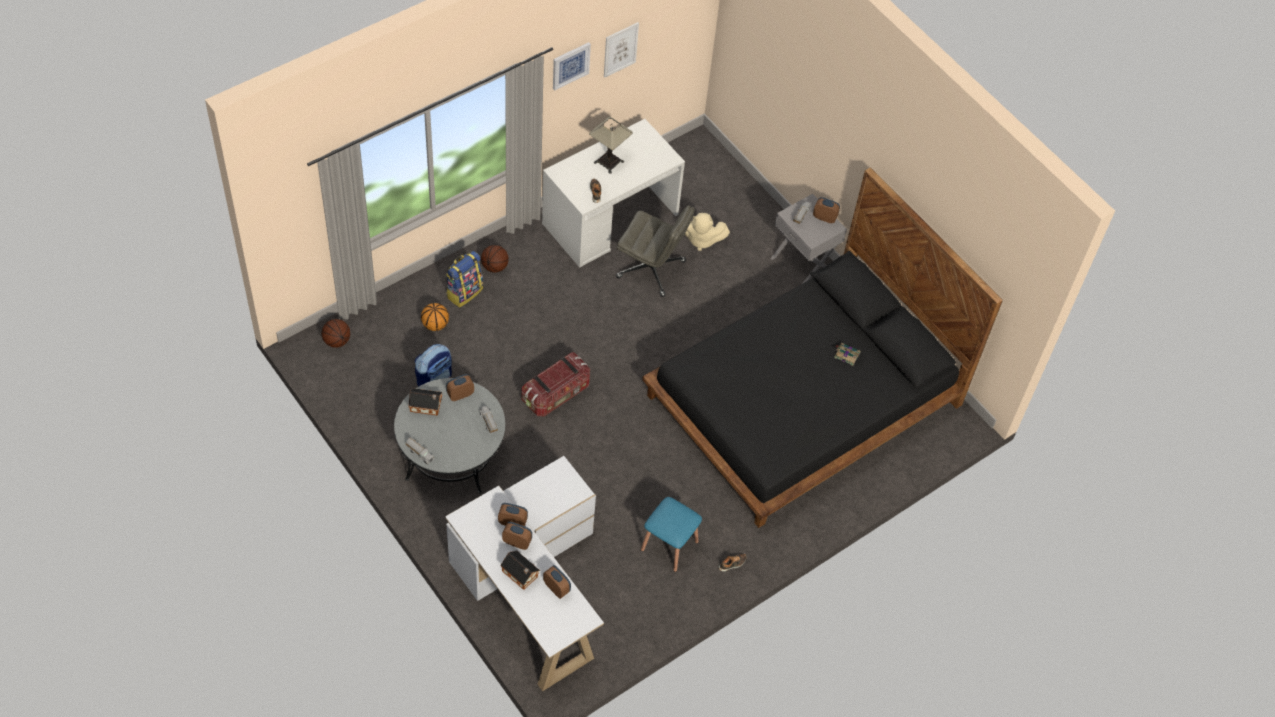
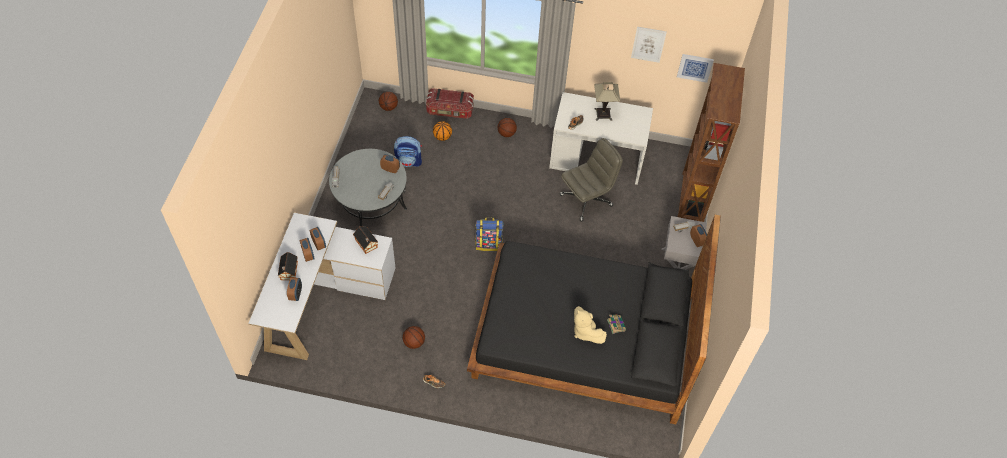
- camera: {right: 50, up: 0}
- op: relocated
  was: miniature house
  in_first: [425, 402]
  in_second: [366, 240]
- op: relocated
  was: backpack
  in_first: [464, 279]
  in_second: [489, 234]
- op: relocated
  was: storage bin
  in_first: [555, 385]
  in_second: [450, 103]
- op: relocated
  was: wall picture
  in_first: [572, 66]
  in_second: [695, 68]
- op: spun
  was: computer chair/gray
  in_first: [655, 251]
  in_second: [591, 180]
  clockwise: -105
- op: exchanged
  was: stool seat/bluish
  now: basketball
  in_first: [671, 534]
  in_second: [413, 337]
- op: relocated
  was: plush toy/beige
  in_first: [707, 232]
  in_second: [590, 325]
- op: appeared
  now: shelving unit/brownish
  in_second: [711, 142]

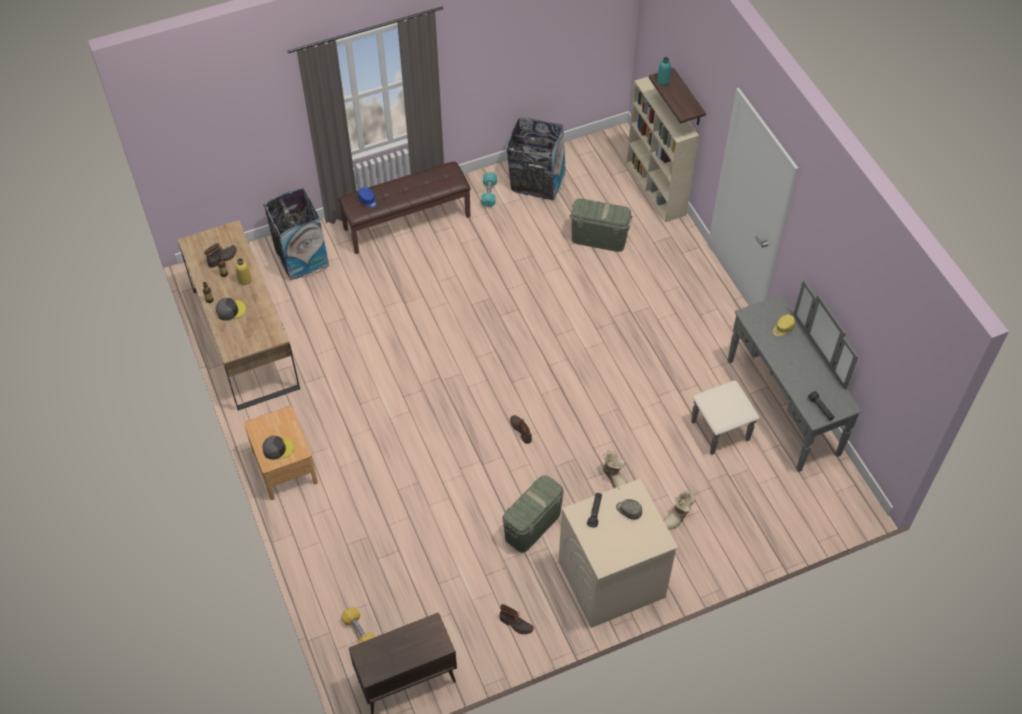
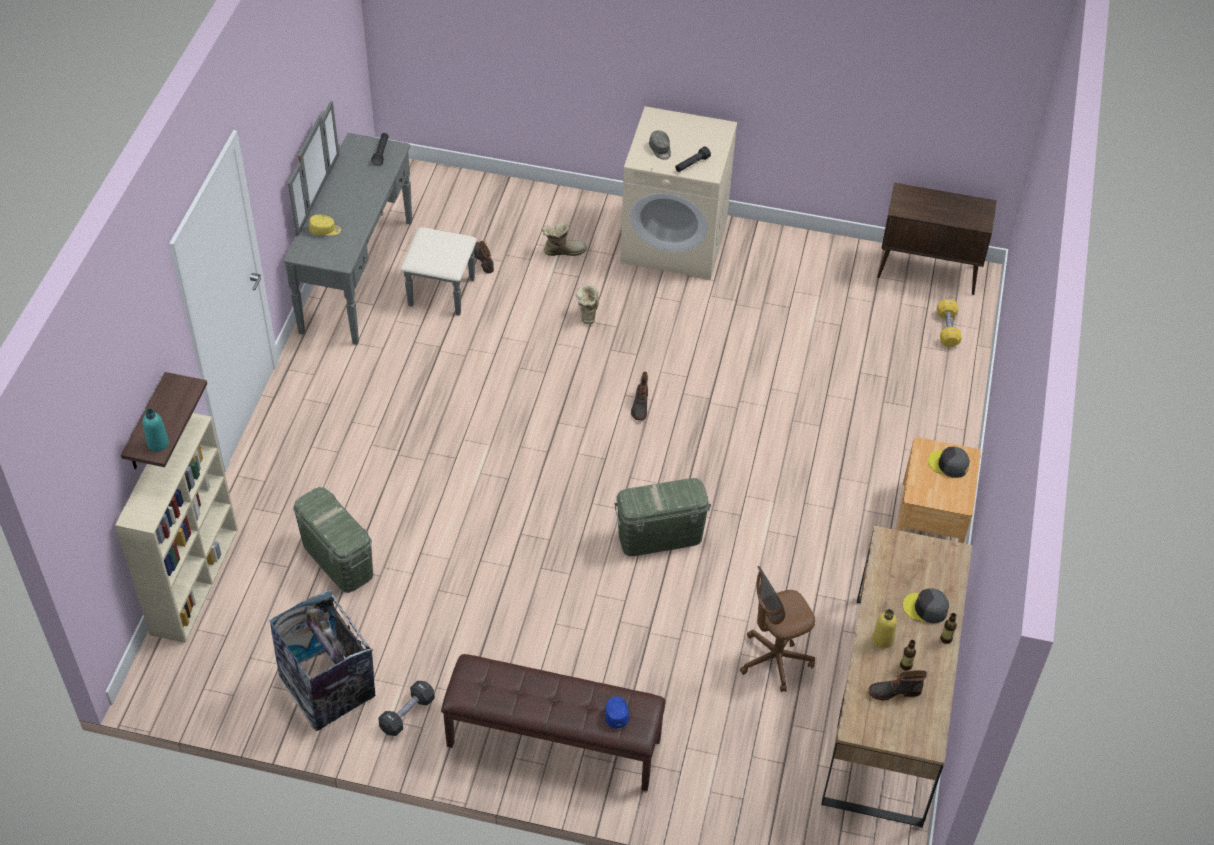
- camera: {right: -145, up: -5}
- op: missing
  was: waste bin
  in_first: [297, 234]
- op: colour
  was: free weight/turquoise
  now: free weight/black
  in_first: [489, 189]
  in_second: [406, 708]
- op: relocated
  was: boot
  in_first: [516, 619]
  in_second: [484, 257]
- op: relocated
  was: storage bin/greenish
  in_first: [533, 514]
  in_second: [662, 517]
- op: appeared
  now: computer chair/brownish
  in_second: [777, 629]

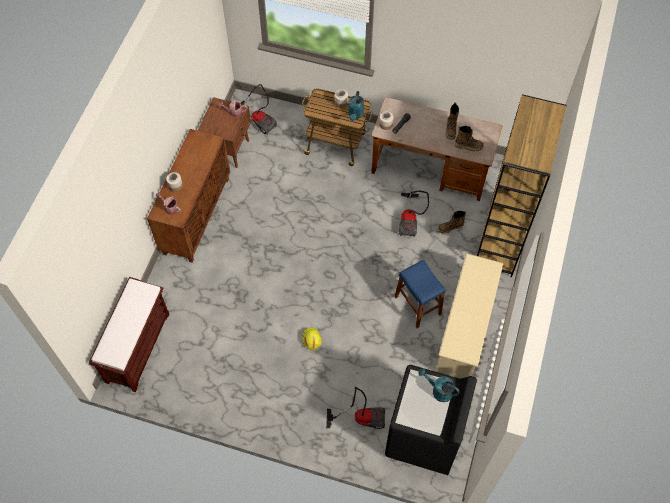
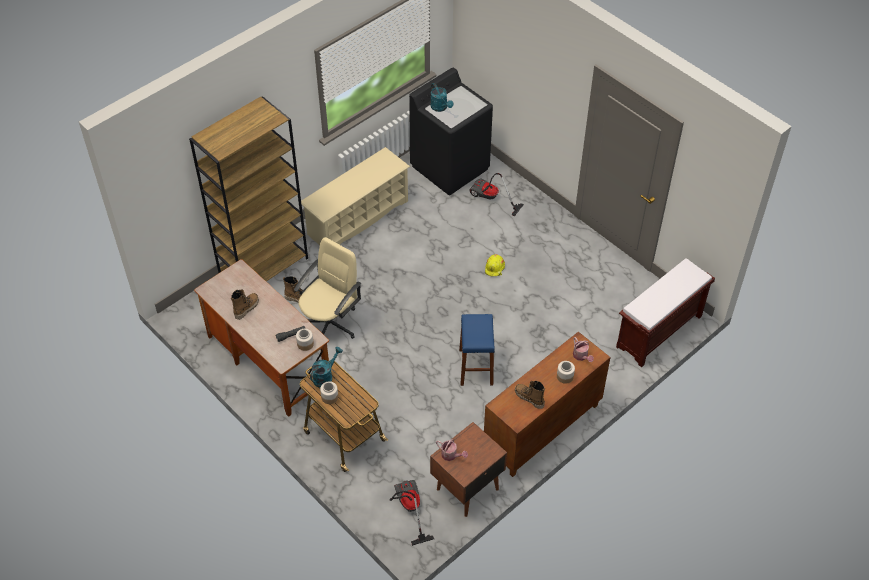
- camera: {right: -150, up: -10}
- op: relocated
  was: stool seat/bluish
  in_first: [420, 293]
  in_second: [477, 350]
- op: exchanged
  was: hoover
  now: computer chair/beige
  in_first: [414, 214]
  in_second: [327, 288]
- op: relocated
  was: boot
  in_first: [469, 139]
  in_second: [530, 395]

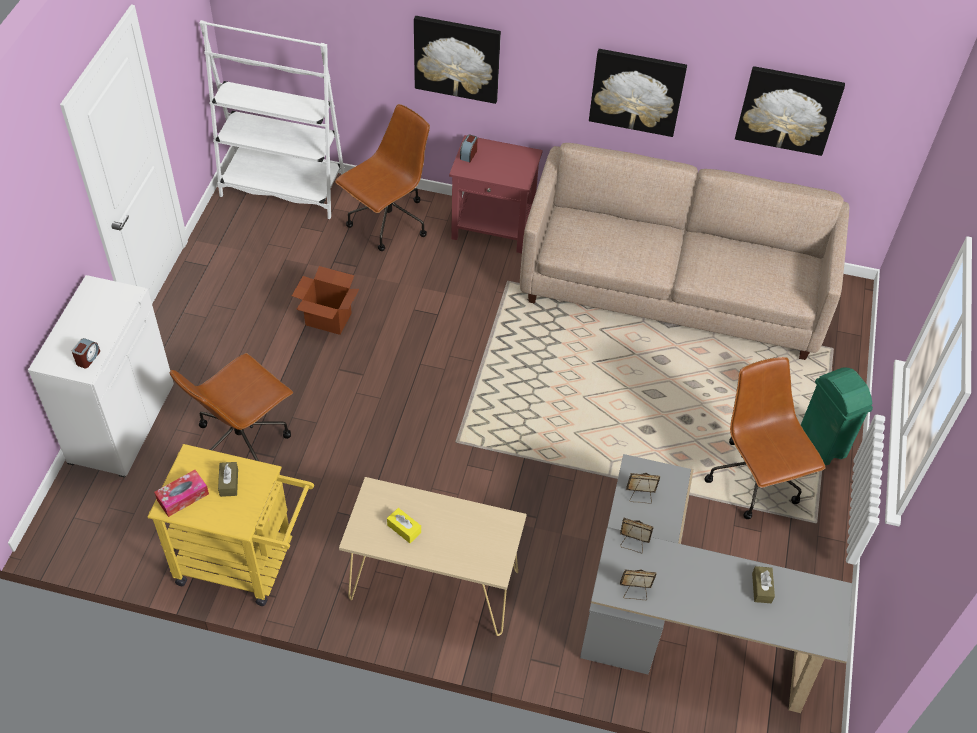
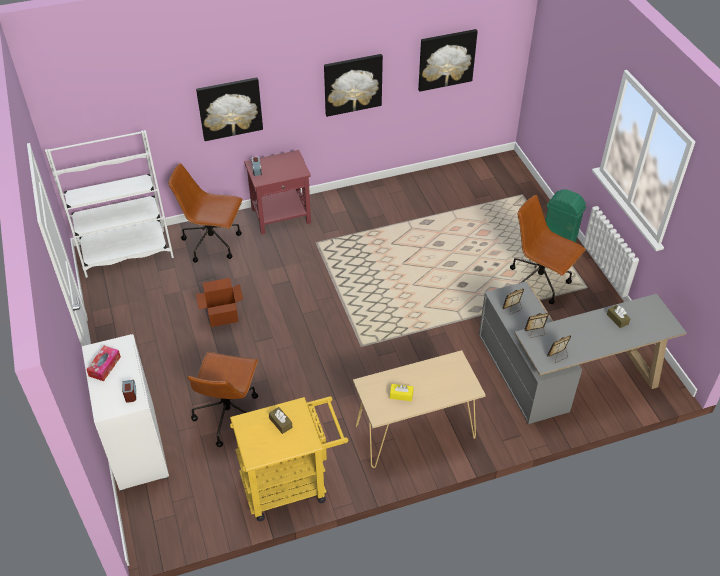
- camera: {right: -30, up: -5}
- op: relocated
  was: tissue box
  in_first: [181, 493]
  in_second: [103, 363]
- op: spun
  was: computer chair/brownish
  in_first: [382, 177]
  in_second: [205, 213]
  clockwise: -90
- op: missing
  was: sofa/beige
  in_first: [684, 251]

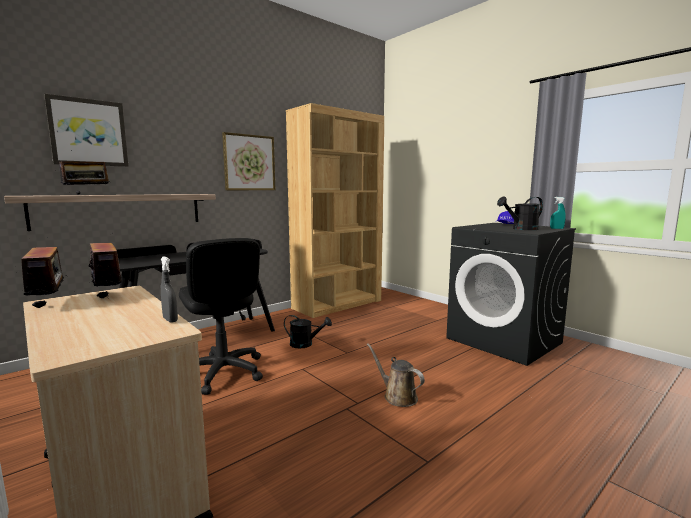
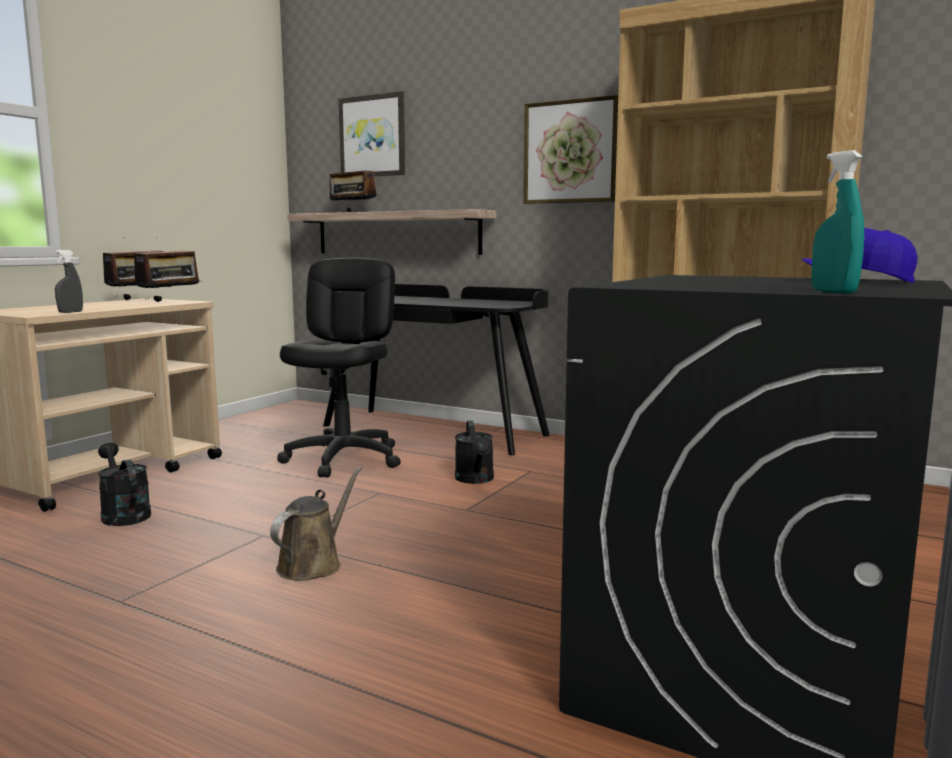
- camera: {right: 70, up: 0}
- op: spun
  was: computer chair/black
  in_first: [221, 316]
  in_second: [339, 368]
  clockwise: 150
- op: relocated
  was: watering pot/black
  in_first: [520, 213]
  in_second: [124, 484]

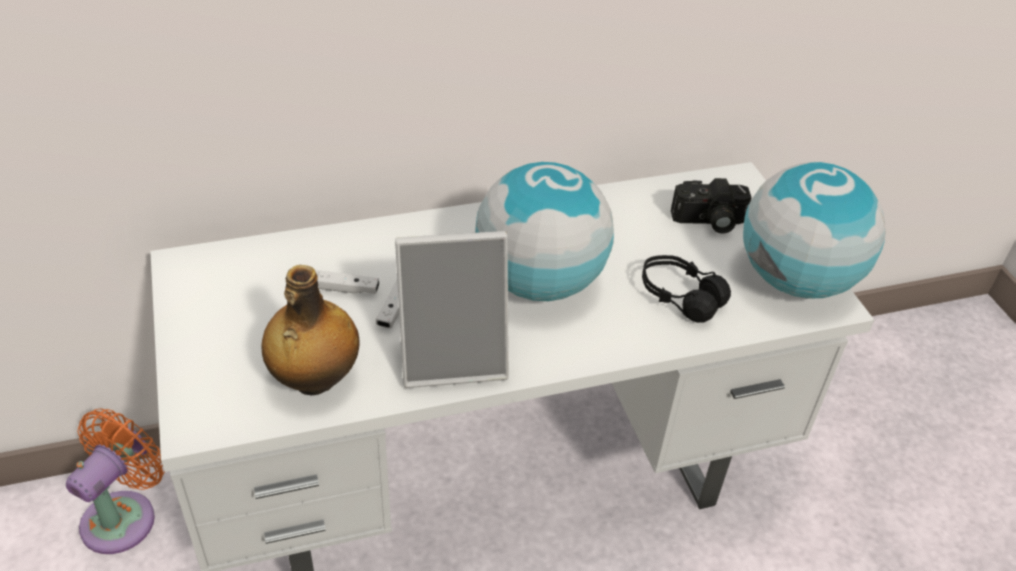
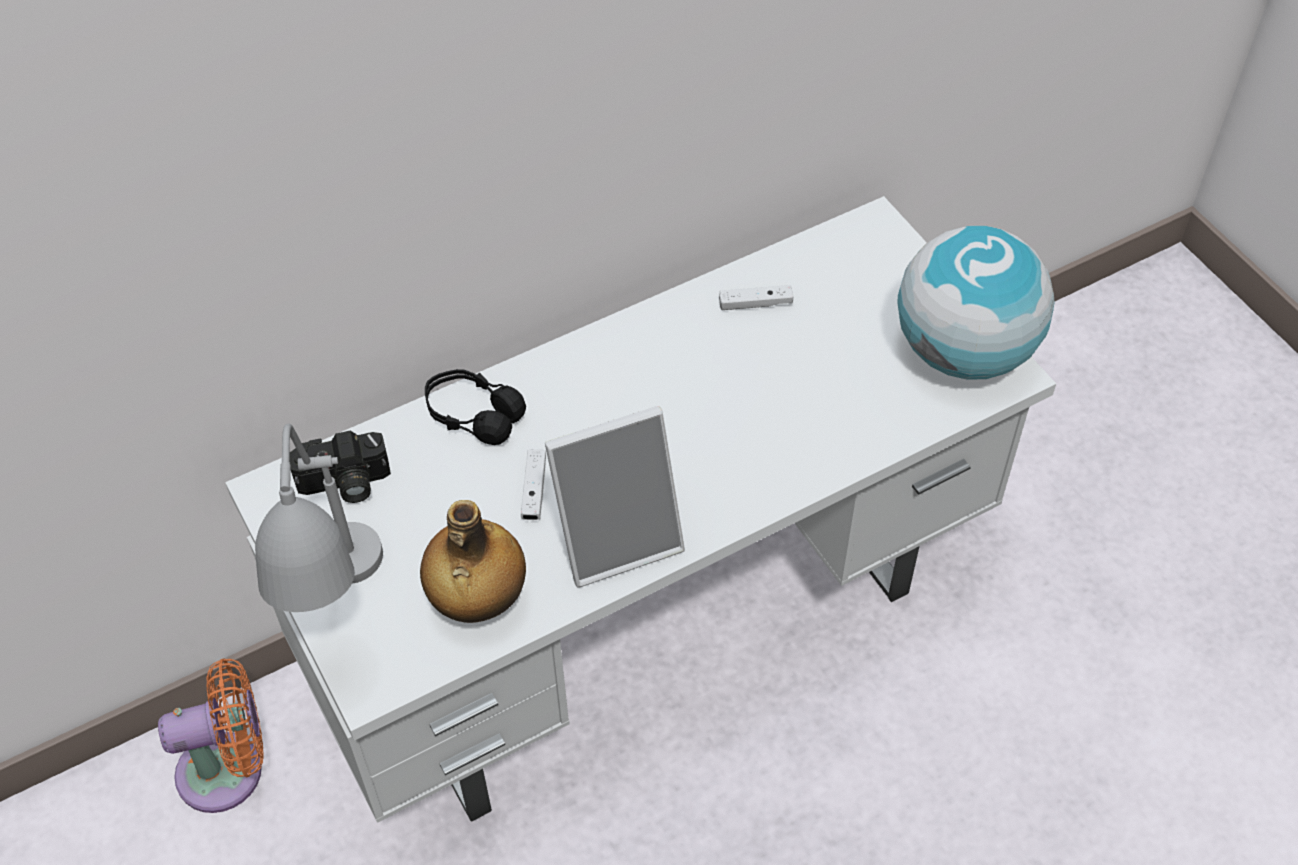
- camera: {right: -10, up: 10}
- op: spun
  was: cooling fan/orangey
  in_first: [115, 481]
  in_second: [211, 735]
  clockwise: 60
- op: relocated
  was: game controller/white-coloured
  in_first: [347, 282]
  in_second: [756, 297]
- op: missing
  was: world globe
  in_first: [544, 231]
- op: relocated
  was: pair of headphones/black
  in_first: [686, 289]
  in_second: [475, 407]
- op: relocated
  was: still camera
  in_first: [711, 206]
  in_second: [340, 467]
- op: appeared
  now: table lamp/gray
  in_second: [319, 518]

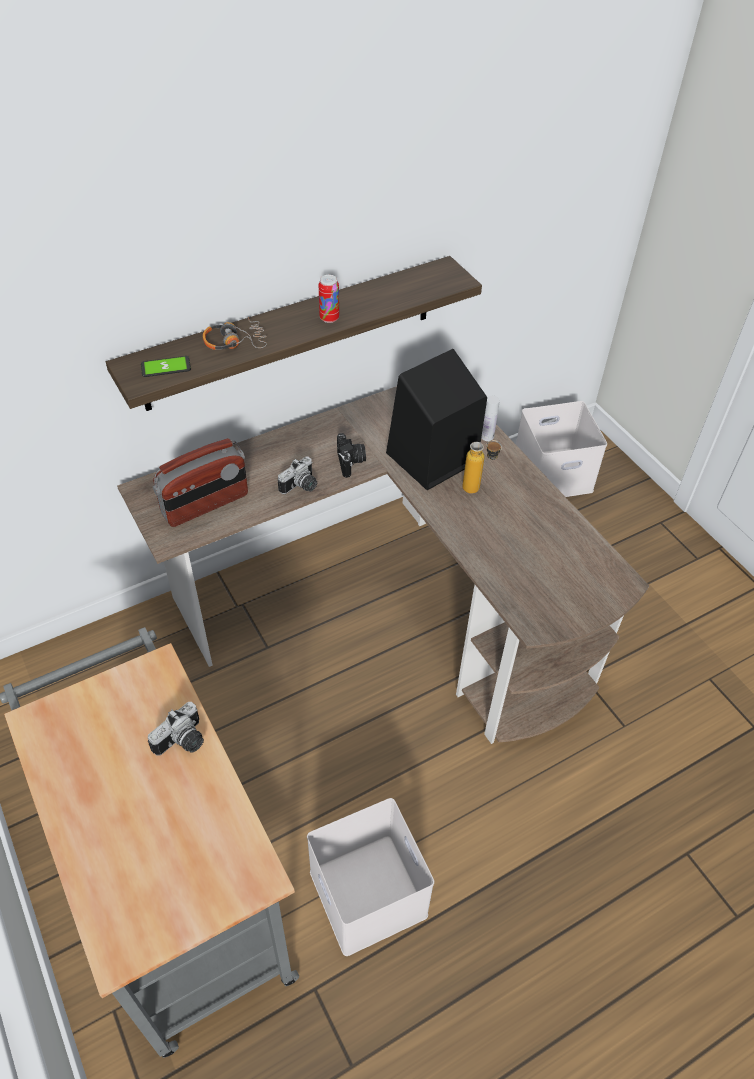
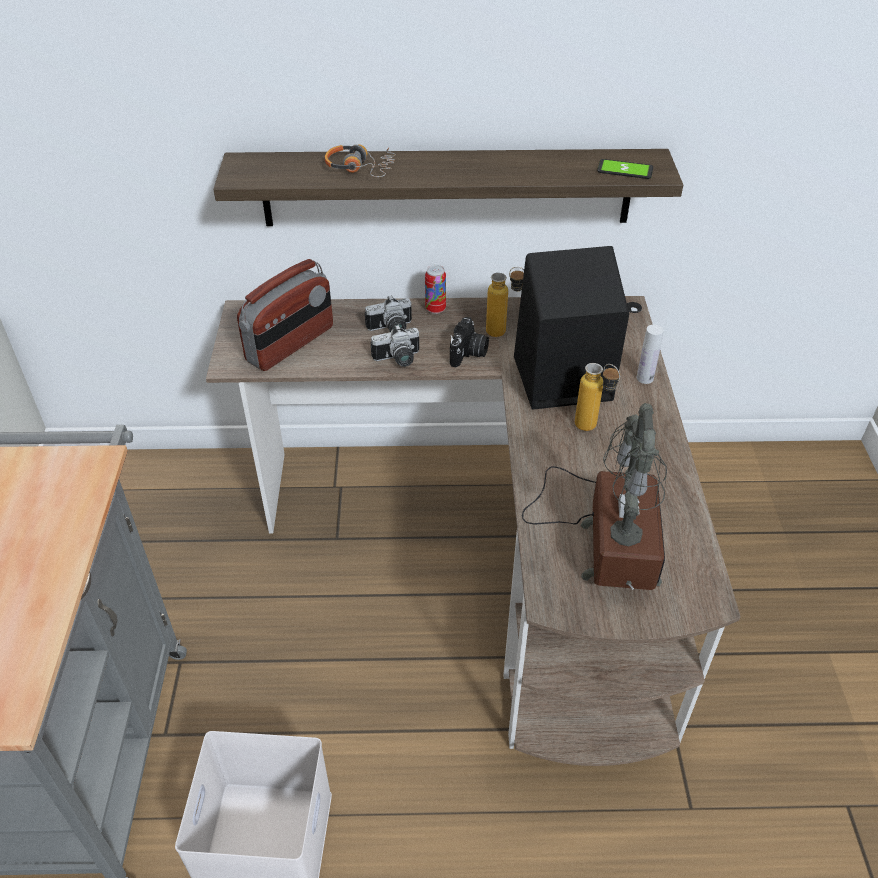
- camera: {right: 30, up: -5}
- op: relocated
  was: phone
  in_first: [166, 366]
  in_second: [625, 169]
- op: relocated
  was: still camera
  in_first: [176, 729]
  in_second: [388, 313]
- op: spun
  was: radio receiver
  in_first: [200, 482]
  in_second: [285, 315]
  clockwise: -45
- op: relocated
  was: sealed can
  in_first: [329, 299]
  in_second: [435, 289]
- op: missing
  was: storage bin/white-coloured
  in_first: [561, 449]
- op: appeared
  now: bottle
  in_second: [505, 302]
- op: appeared
  now: table lamp
  in_second: [594, 496]

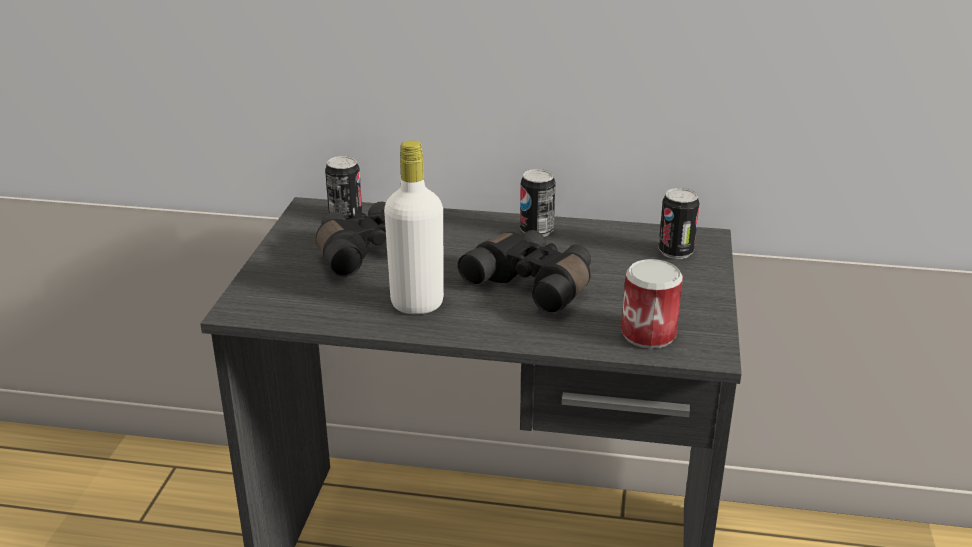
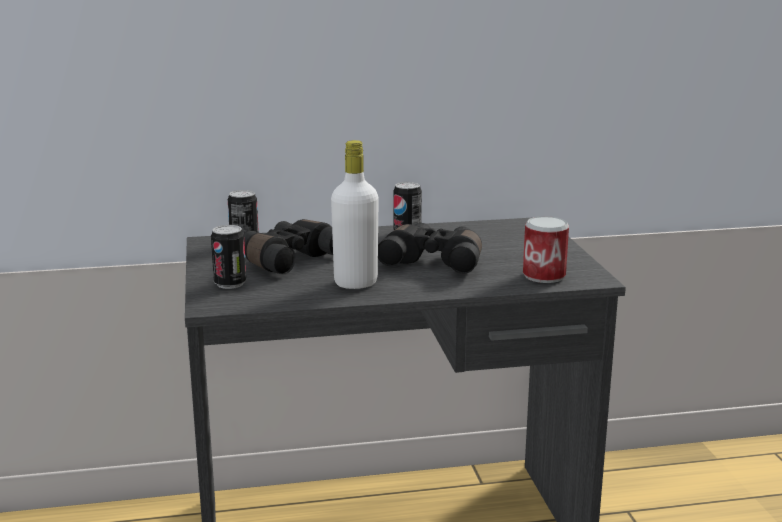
- camera: {right: -20, up: -10}
- op: relocated
  was: sealed can
  in_first: [679, 223]
  in_second: [228, 257]

